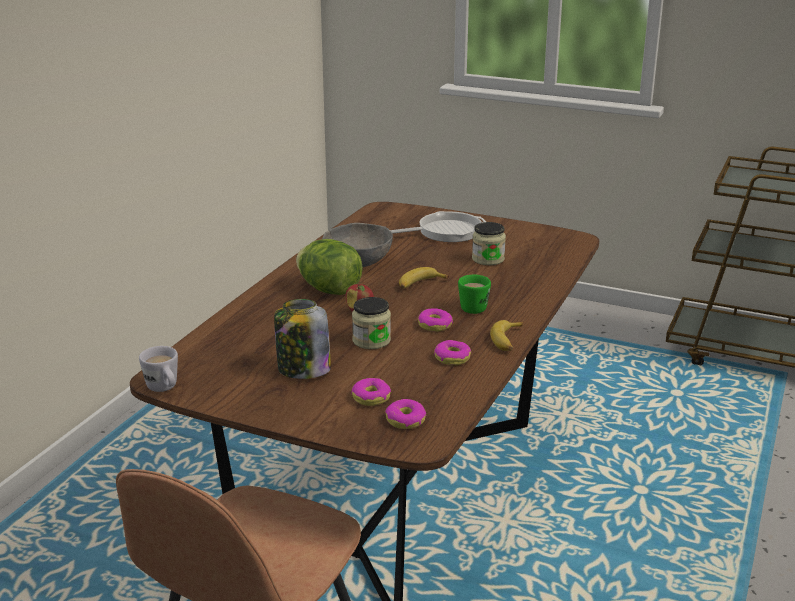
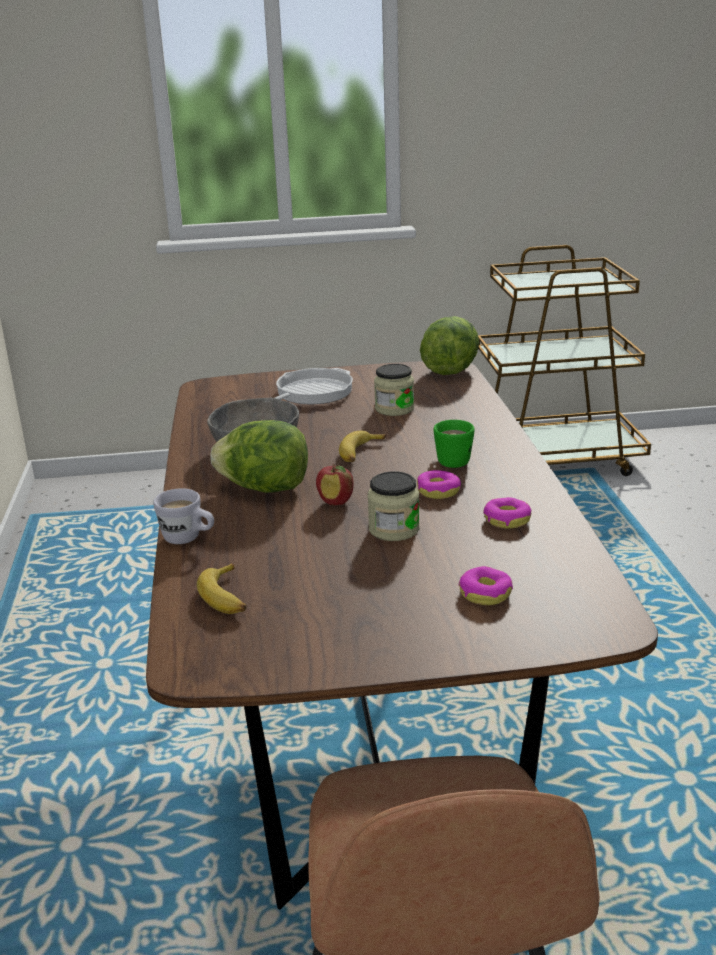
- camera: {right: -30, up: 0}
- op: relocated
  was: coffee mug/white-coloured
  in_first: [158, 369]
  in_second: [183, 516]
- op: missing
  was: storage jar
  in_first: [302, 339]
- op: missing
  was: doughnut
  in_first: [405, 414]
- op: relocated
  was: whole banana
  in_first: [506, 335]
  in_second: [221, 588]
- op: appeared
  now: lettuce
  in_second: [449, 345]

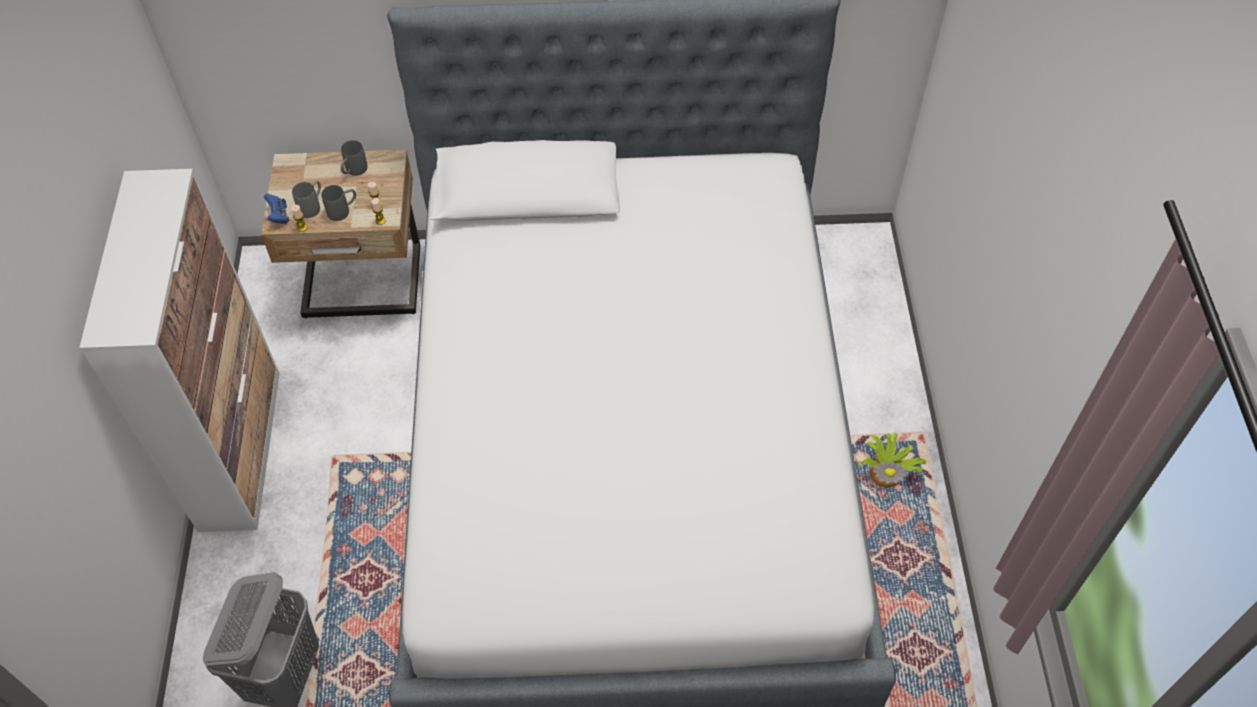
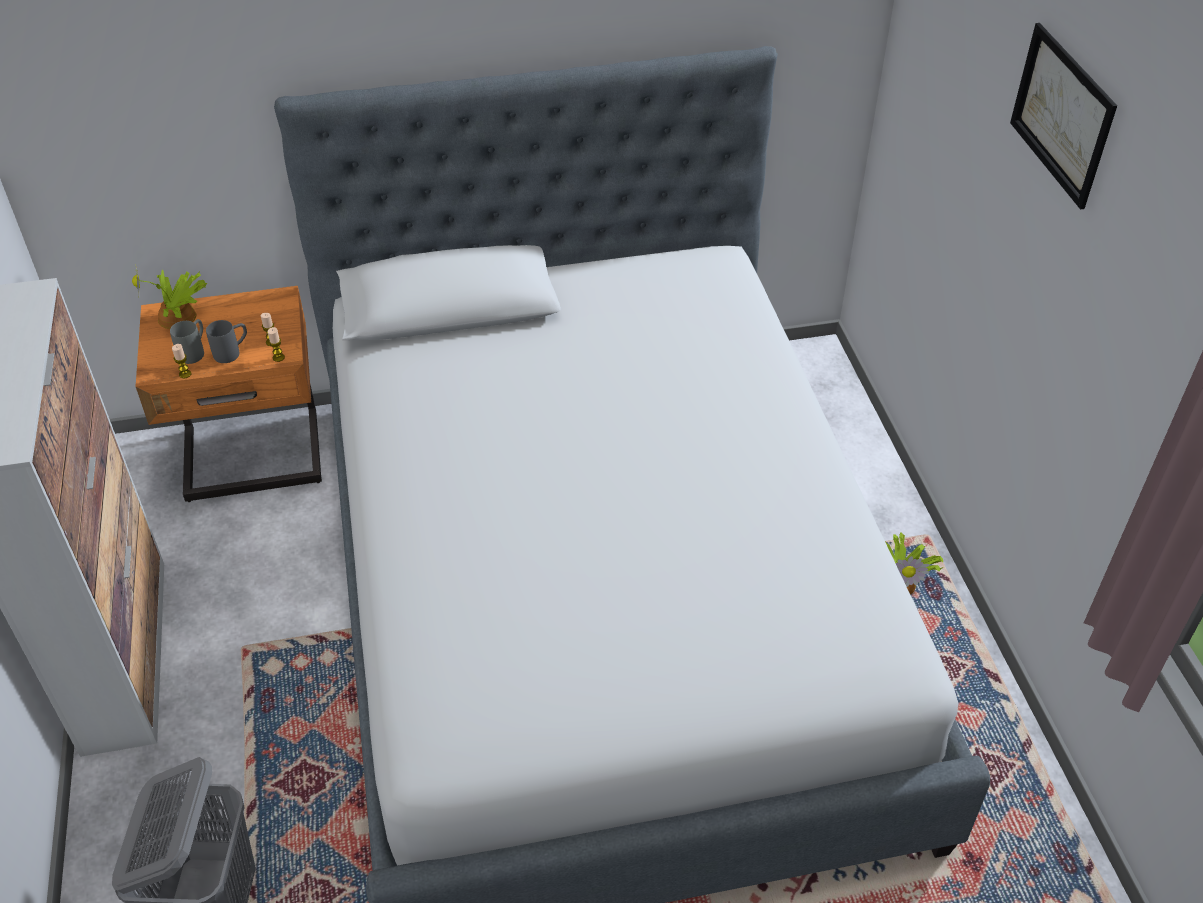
- camera: {right: -10, up: -10}
- op: colour
  was: bedside table/beige
  now: bedside table/orangey
  in_first: [340, 233]
  in_second: [228, 394]
- op: missing
  was: game controller/bluish
  in_first: [276, 209]
- op: missing
  was: coffee mug/gray
  in_first: [354, 158]
- op: appeared
  now: potted plant
  in_second: [169, 296]
- op: appeared
  now: wall picture
  in_second: [1063, 116]

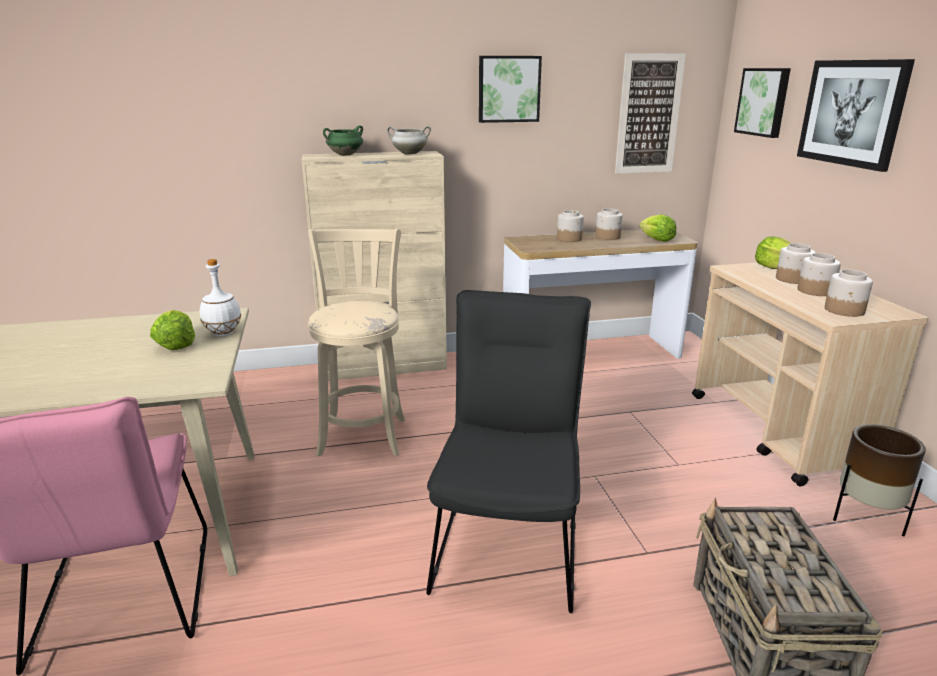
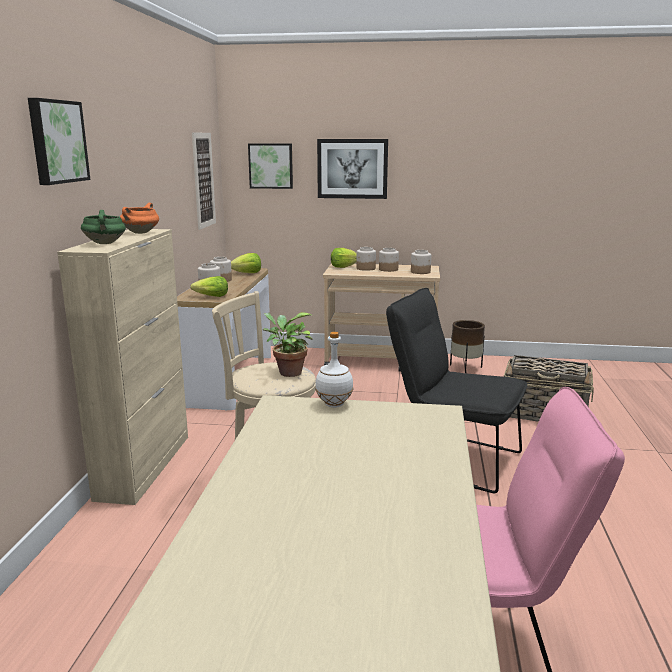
- camera: {right: -70, up: -5}
- op: relocated
  was: lettuce
  in_first: [172, 330]
  in_second: [209, 286]
- op: colour
  was: stockpot/white-coloured
  now: stockpot/orangey
  in_first: [409, 139]
  in_second: [139, 218]
- op: relocated
  was: wall picture
  in_first: [510, 89]
  in_second: [59, 141]
- op: appeared
  now: potted plant
  in_second: [288, 344]

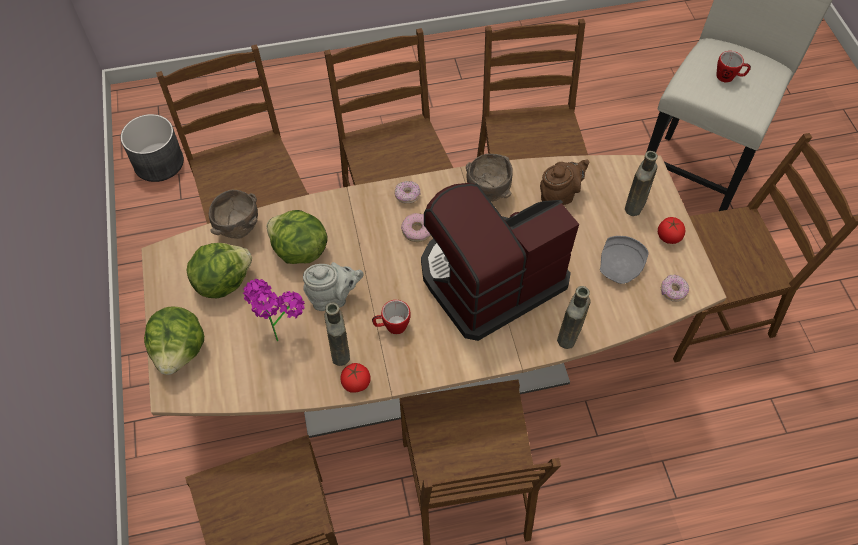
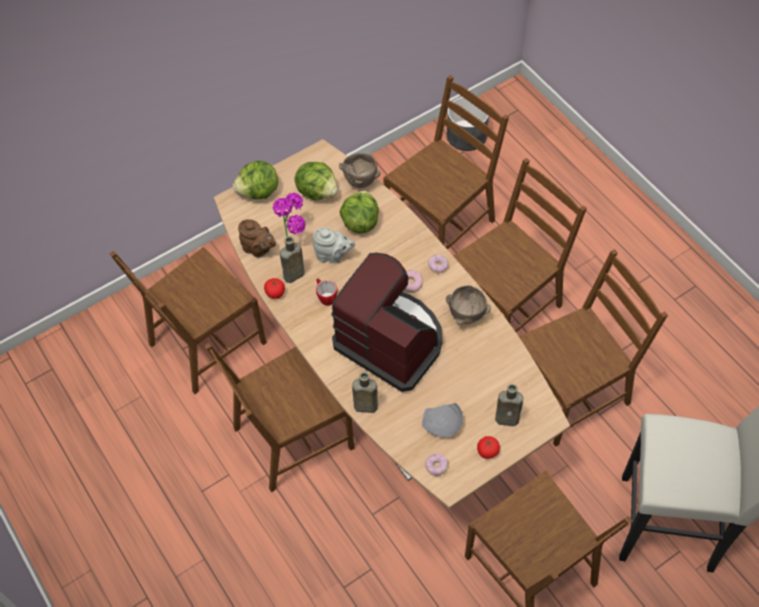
- camera: {right: 70, up: 0}
- op: spun
  was: tea pot/gray
  in_first: [333, 286]
  in_second: [334, 245]
  clockwise: -45
- op: relocated
  was: tea pot/brownish
  in_first: [564, 182]
  in_second: [257, 238]
- op: missing
  was: coffee mug
  in_first: [733, 67]

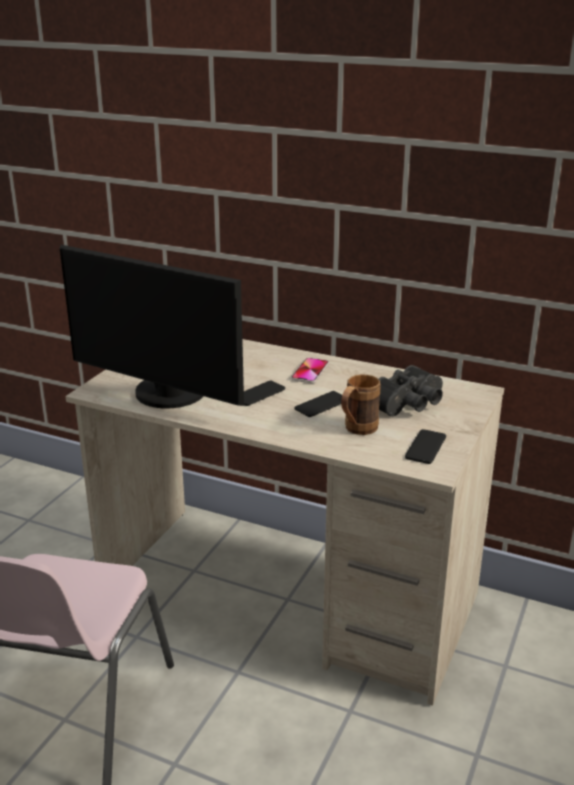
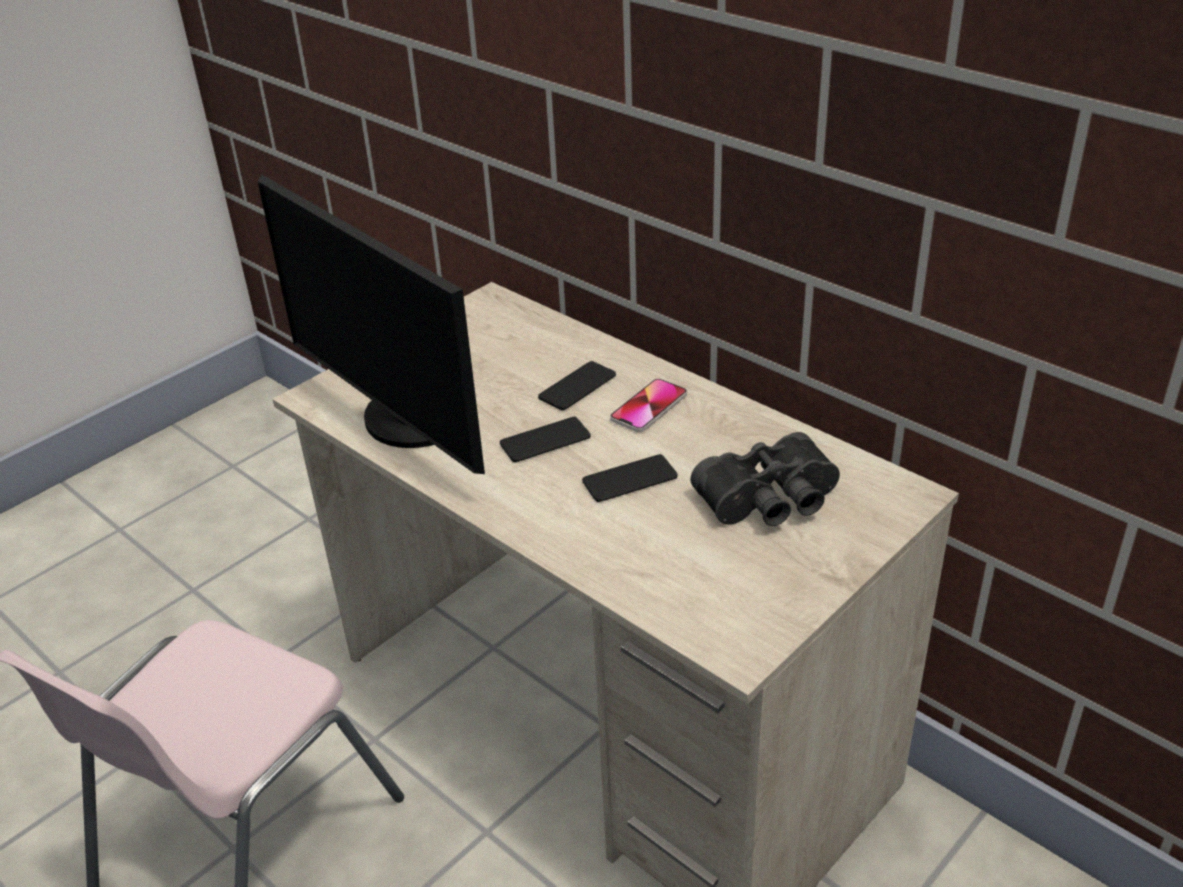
- camera: {right: 20, up: 10}
- op: missing
  was: coffee mug/brownish
  in_first: [361, 405]
- op: relocated
  was: phone
  in_first: [425, 446]
  in_second: [577, 385]

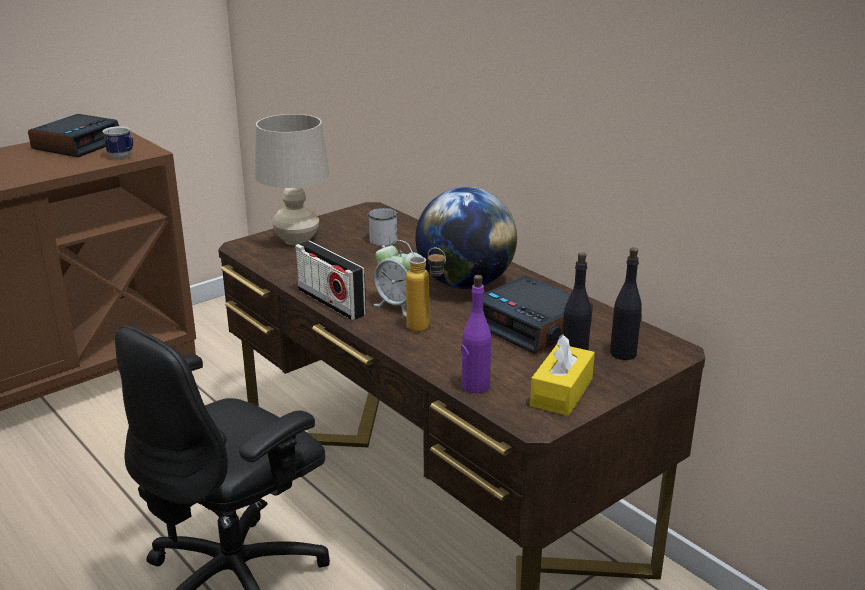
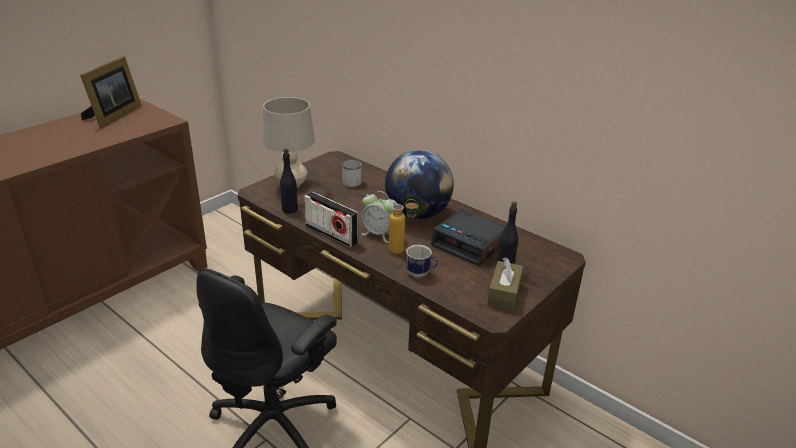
- camera: {right: -10, up: 5}
- op: exchanged
  was: alarm clock
  now: photo frame
  in_first: [73, 135]
  in_second: [111, 92]
- op: relocated
  was: coffee mug
  in_first: [117, 142]
  in_second: [422, 261]
- op: missing
  was: bottle/purplish
  in_first: [476, 334]
- op: colour
  was: tissue box/yellow-coloured
  now: tissue box/brownish
  in_first: [562, 375]
  in_second: [505, 284]
- op: relocated
  was: bottle/black
  in_first: [626, 303]
  in_second: [289, 181]

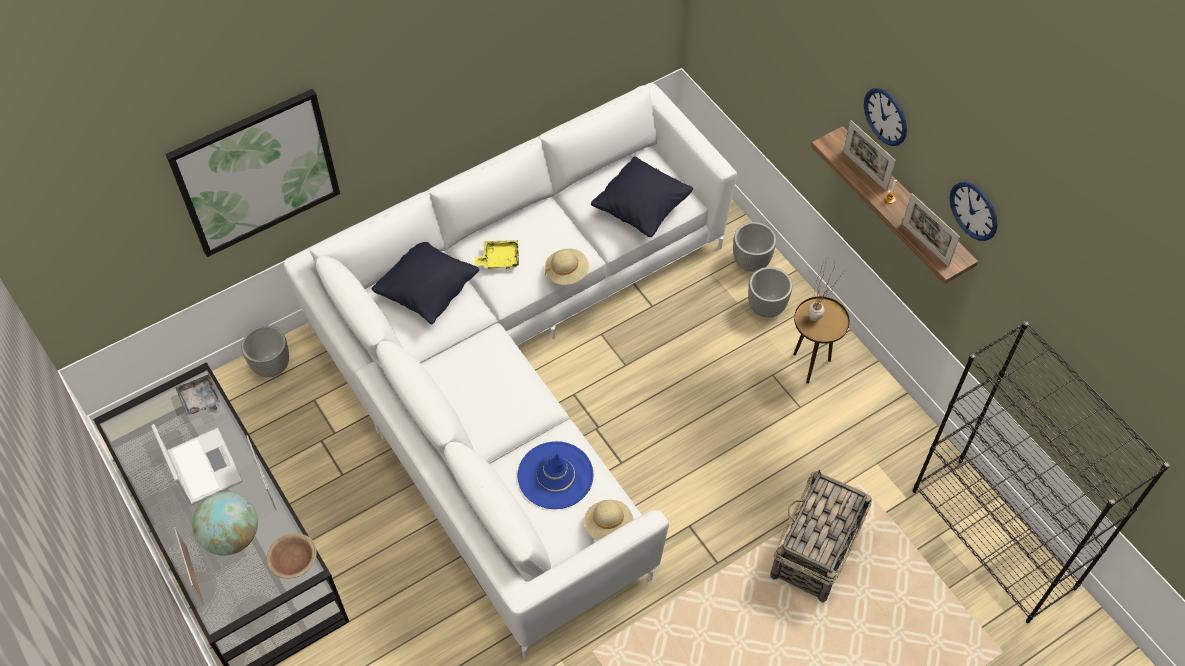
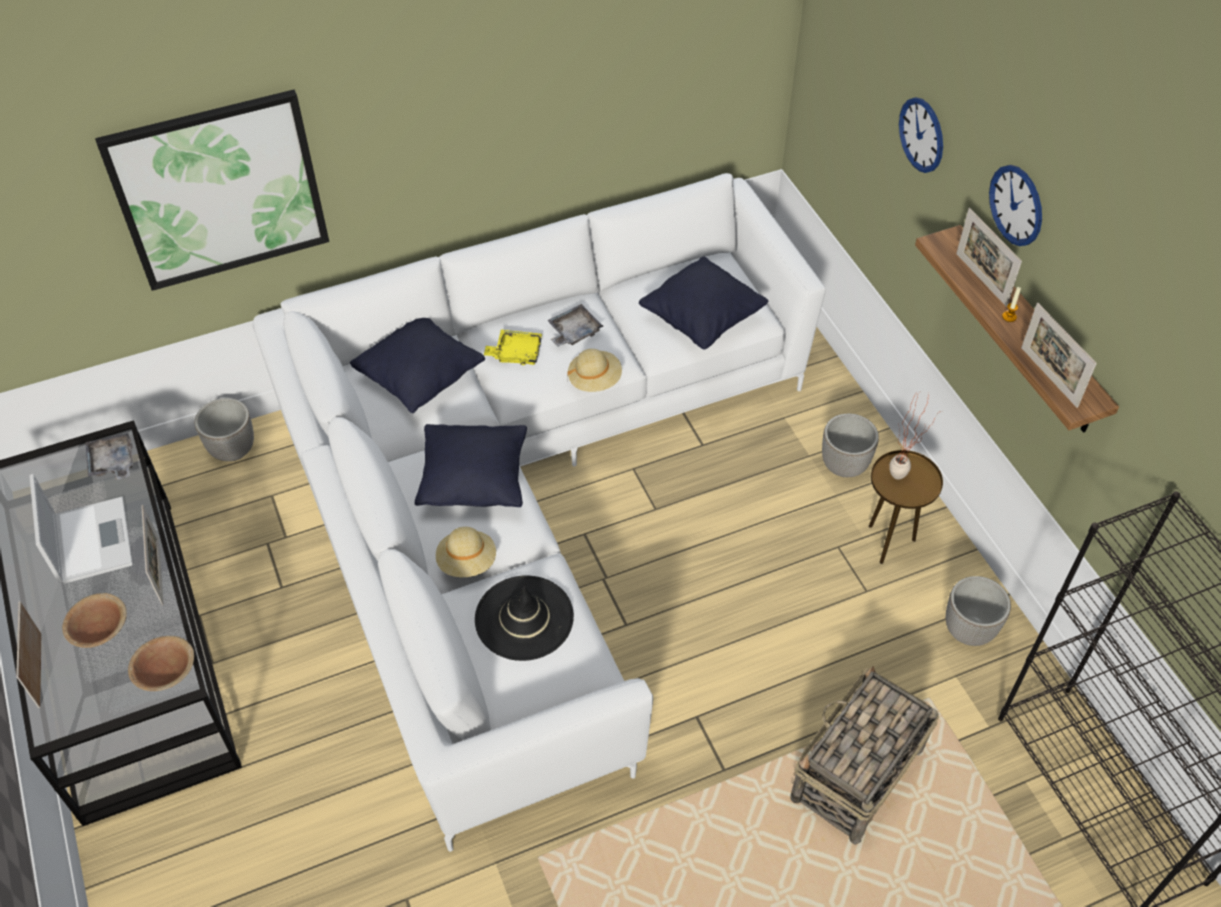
- camera: {right: 10, up: -5}
- op: exchanged
  was: world globe
  now: bowl/brownish
  in_first: [225, 523]
  in_second: [94, 620]
- op: colour
  was: hat/bluish
  now: hat/black
  in_first: [555, 475]
  in_second: [524, 618]
- op: relocated
  was: hat/beige
  in_first: [609, 520]
  in_second: [466, 552]
- op: relocated
  was: flower pot
  in_first: [754, 247]
  in_second: [978, 611]
- op: relocated
  was: hanging clock
  in_first: [973, 211]
  in_second: [921, 135]
- op: appeared
  now: throw pillow/black
  in_second: [471, 465]
- op: appeared
  now: serving tray/gray
  in_second: [575, 325]

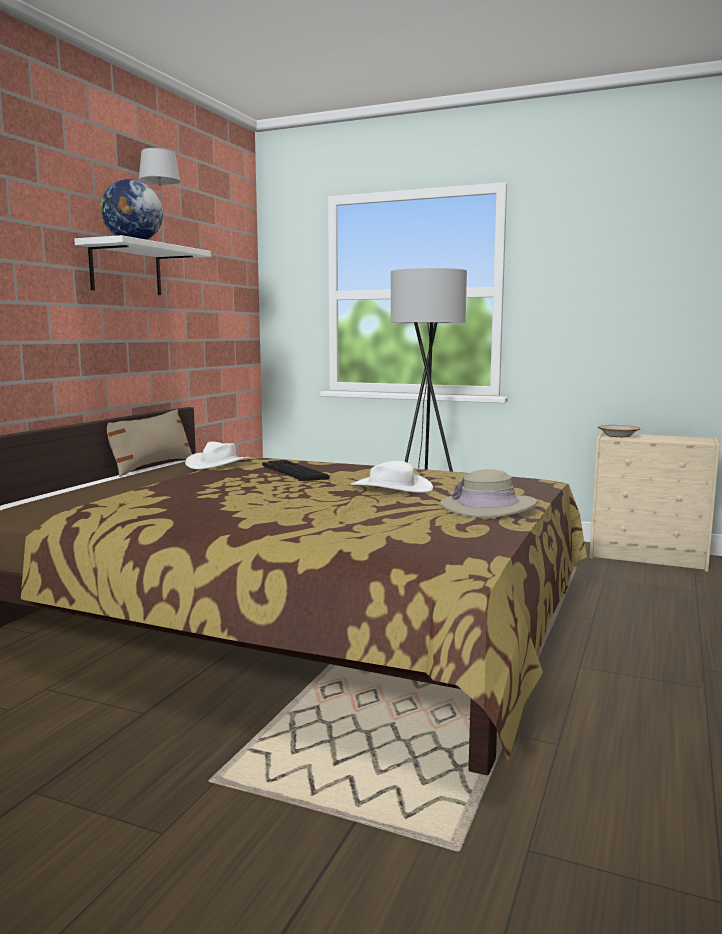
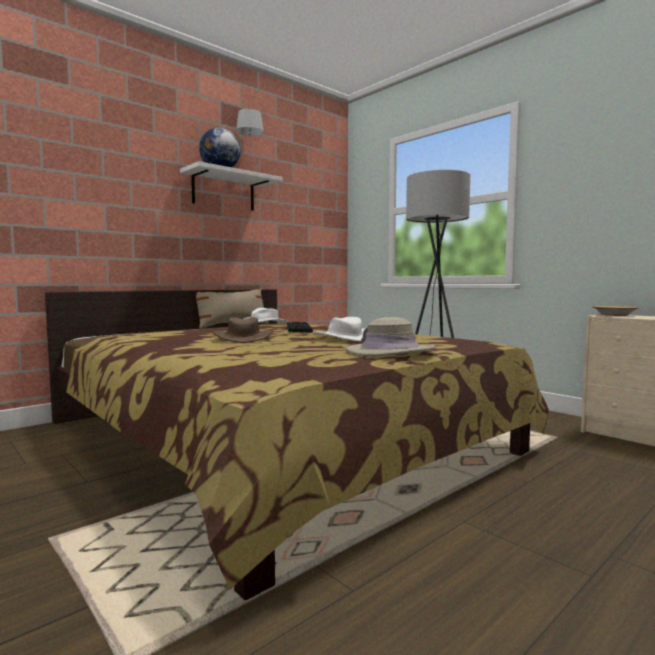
- camera: {right: 25, up: -5}
- op: appeared
  now: hat/brownish
  in_second: [243, 330]

